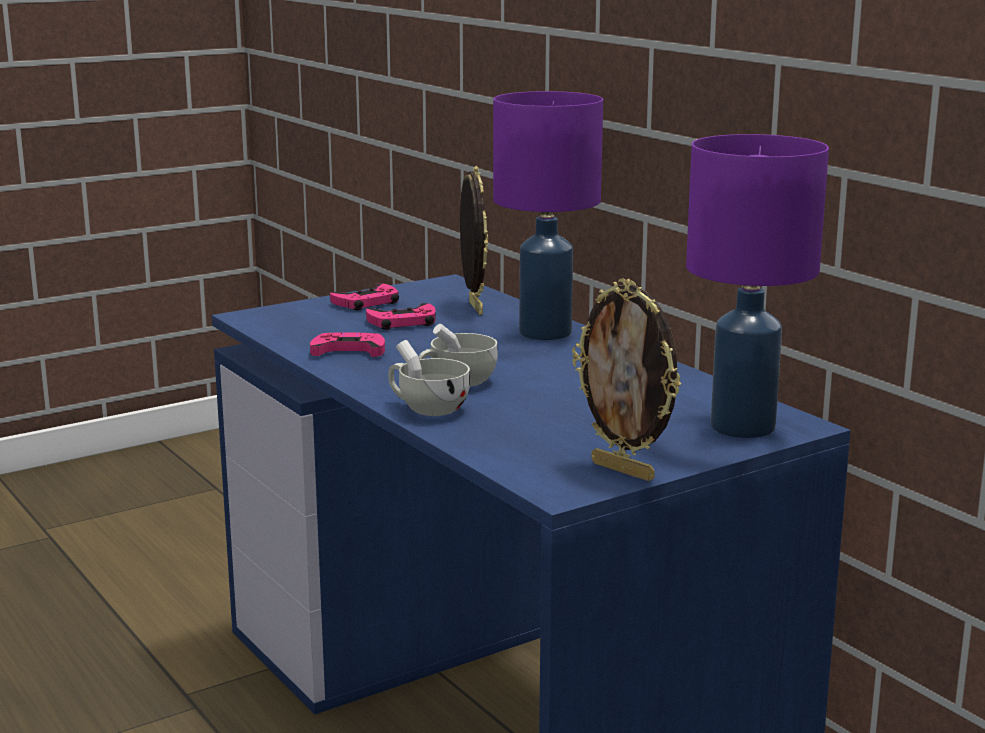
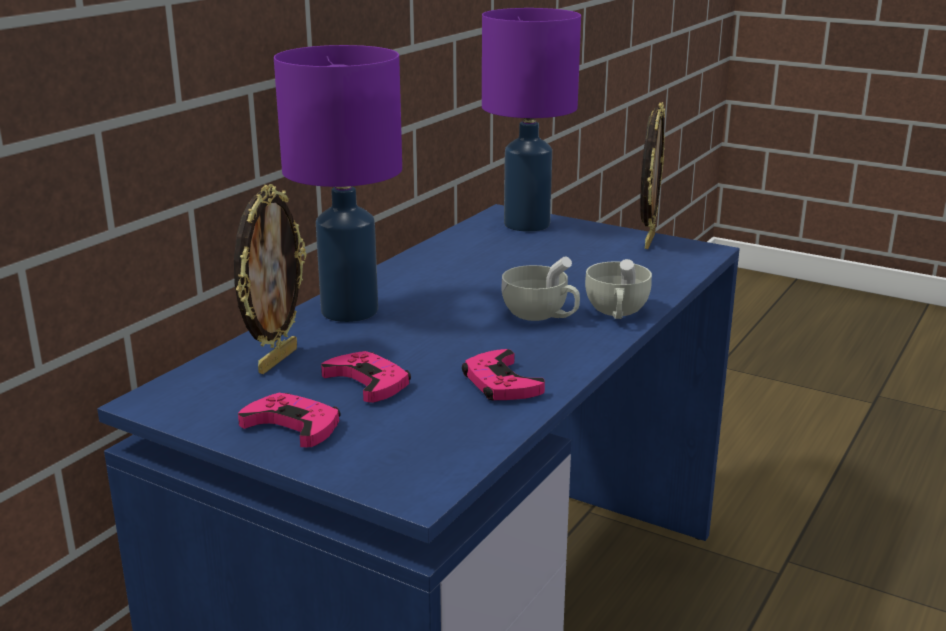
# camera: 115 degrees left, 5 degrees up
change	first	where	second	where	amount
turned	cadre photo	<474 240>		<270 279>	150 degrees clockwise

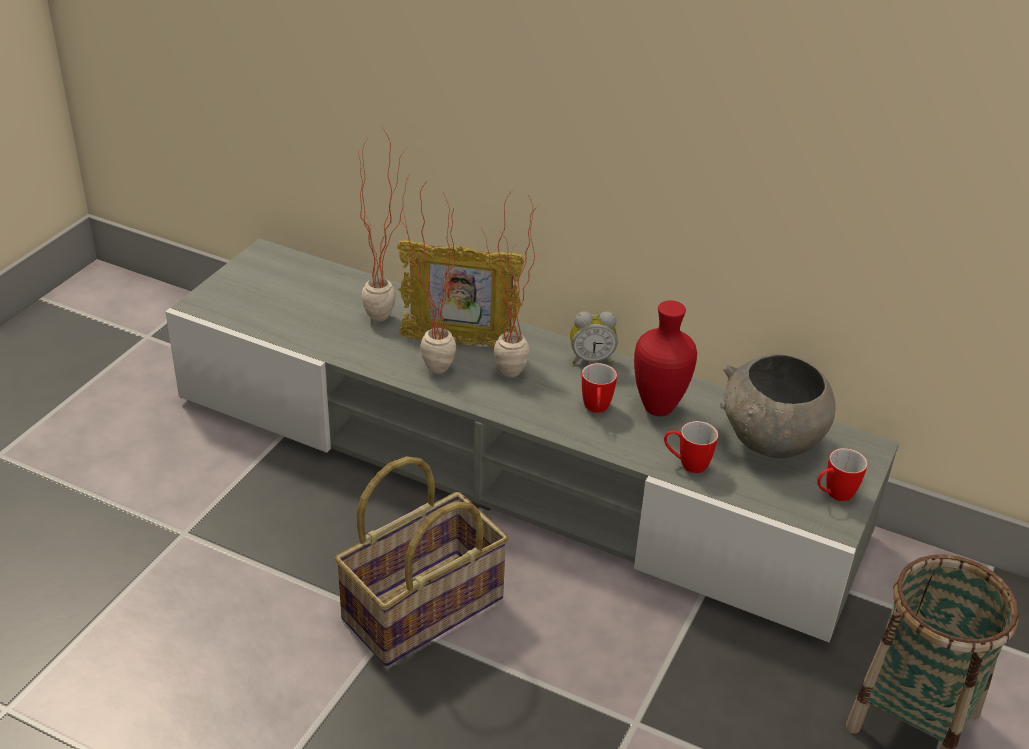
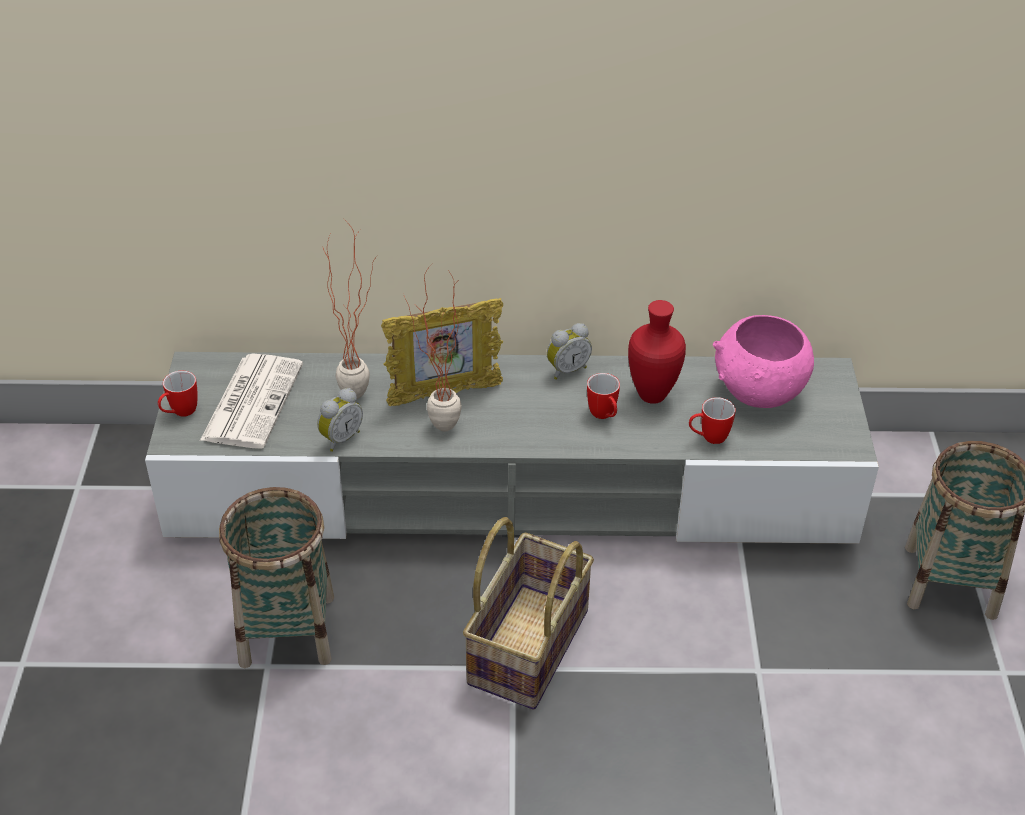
# camera: 25 degrees left, 5 degrees up
change	first	where	second	where	amount
removed	plante en pot	<509 283>			
recoloured	bol/gris	<778 406>	bol/rose	<763 361>	
moved	mug	<842 474>		<178 394>	
added			journal	<251 401>	
added			panier	<276 577>	
added			réveil	<340 420>	

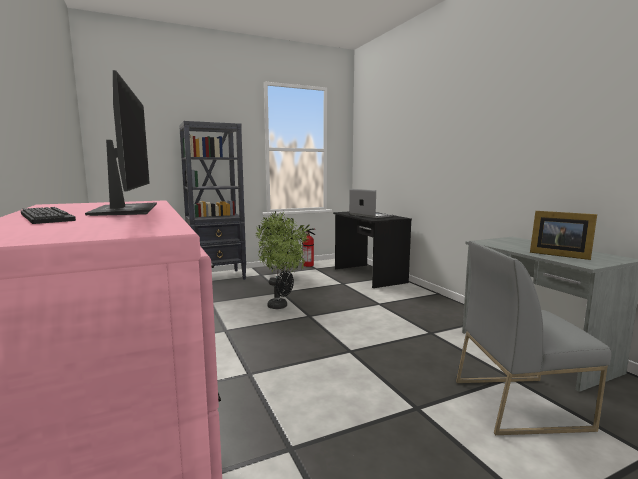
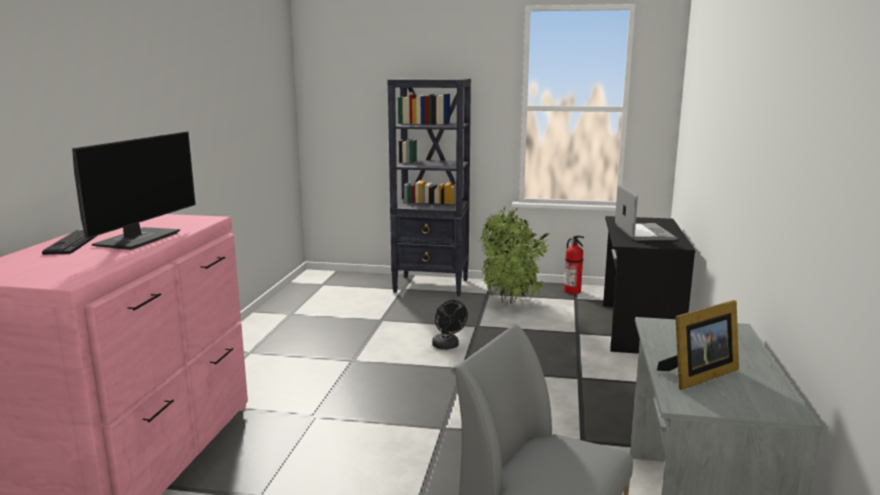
# camera: 35 degrees right, 5 degrees up
change	first	where	second	where	amount
turned	cadre photo	<563 235>		<698 345>	105 degrees counterclockwise

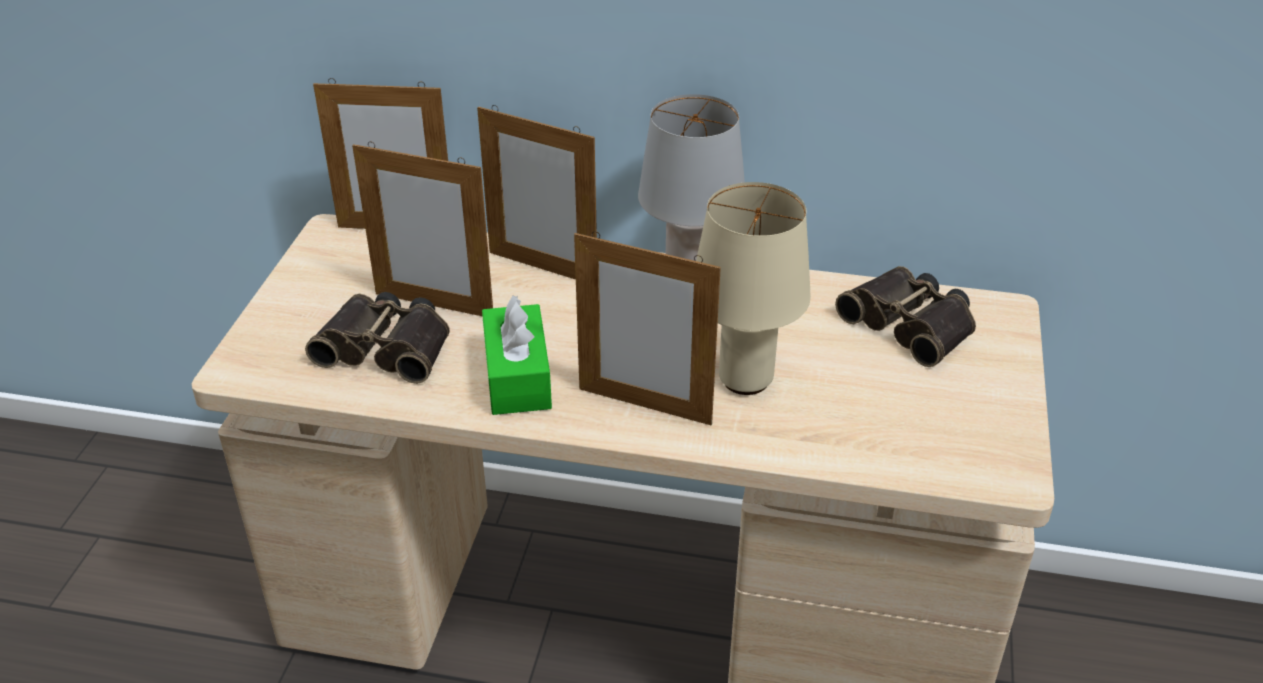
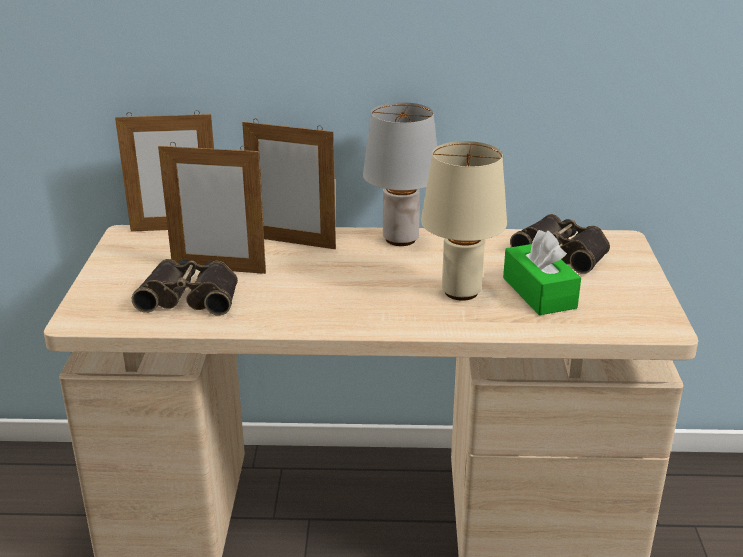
# camera: 10 degrees left, 10 degrees down
change	first	where	second	where	amount
moved	boîte à mouchoirs/vert	<517 355>		<542 272>	
removed	cadre photo	<647 328>			

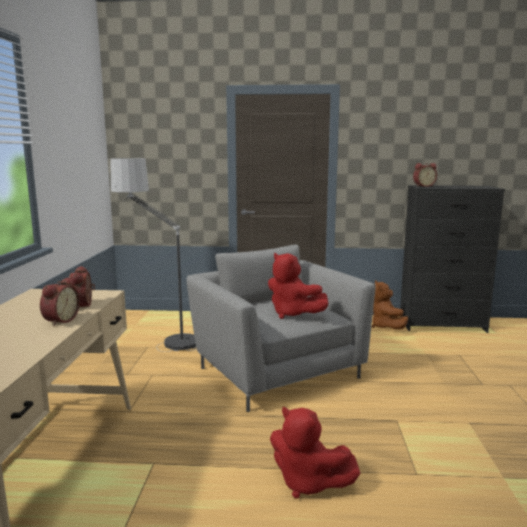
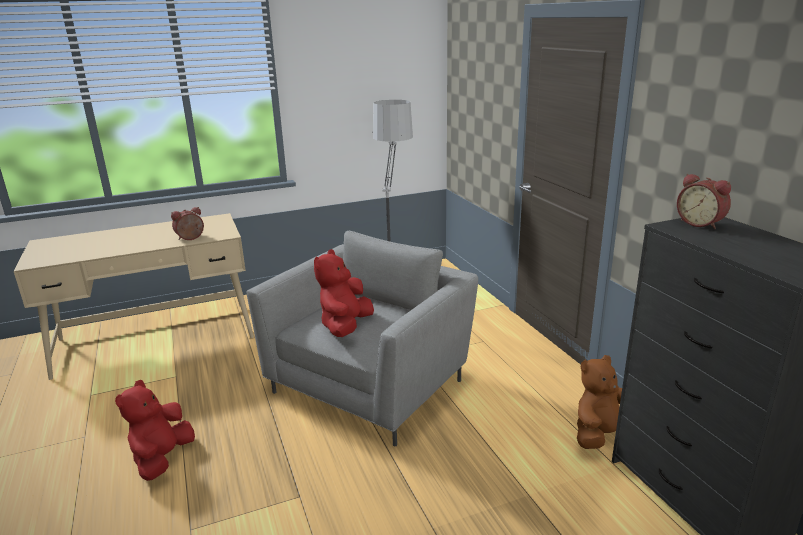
# camera: 65 degrees right, 10 degrees up
change	first	where	second	where	amount
removed	réveil	<60 301>			

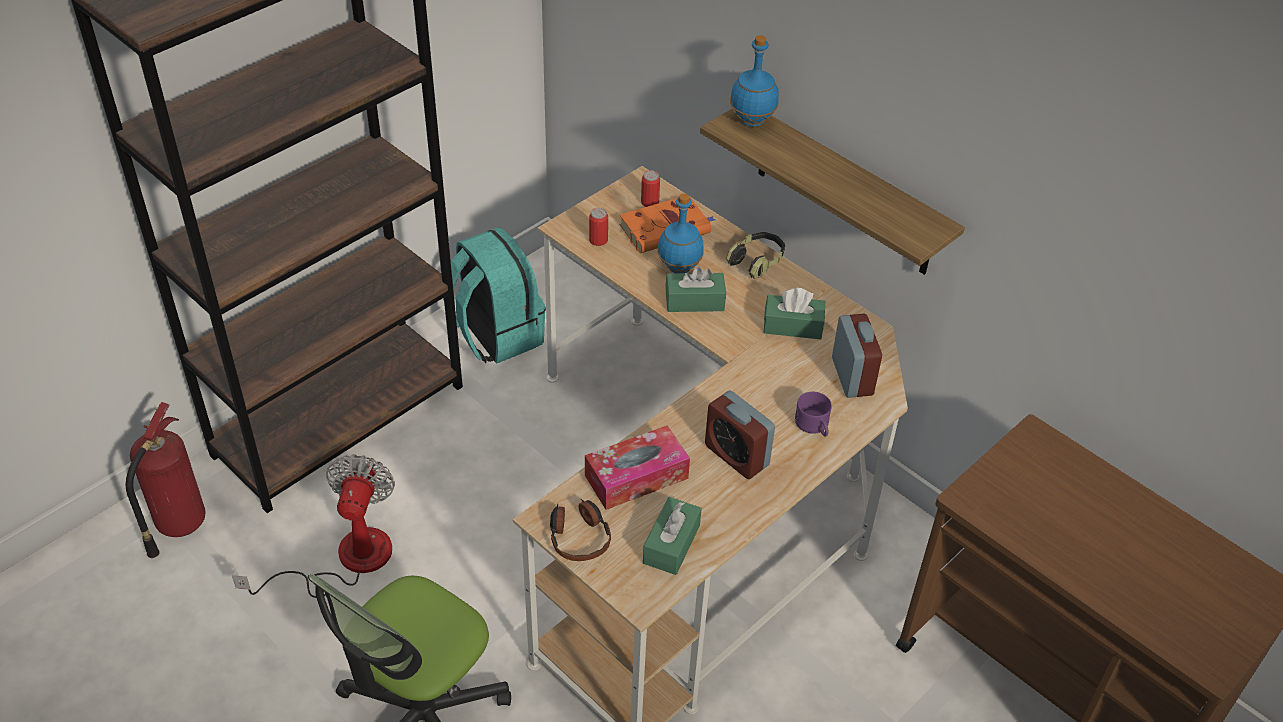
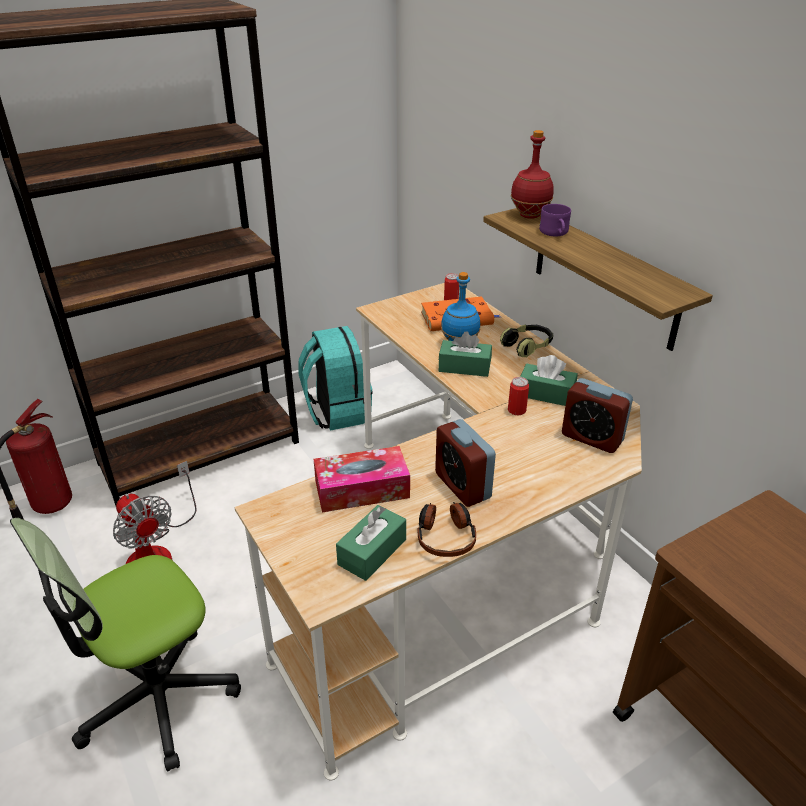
# camera: 15 degrees right, 10 degrees down
change	first	where	second	where	amount
turned	ventilateur	<313 526>		<154 512>	120 degrees clockwise
moved	casque audio	<580 530>		<447 529>	
moved	boîte métallique	<598 227>		<518 396>	
recoloured	bouteille/bleu	<754 81>	bouteille/rouge	<532 174>	
moved	mug/violet	<813 414>		<555 220>	
turned	réveil	<857 355>		<597 415>	120 degrees clockwise

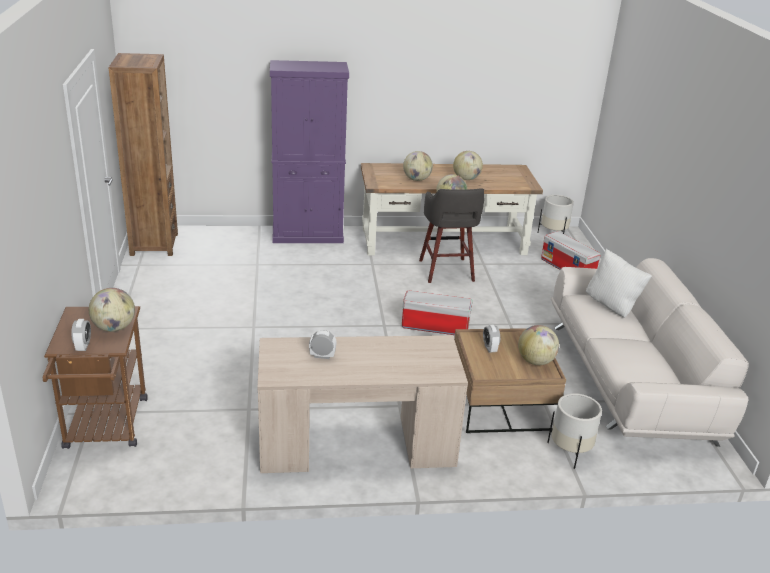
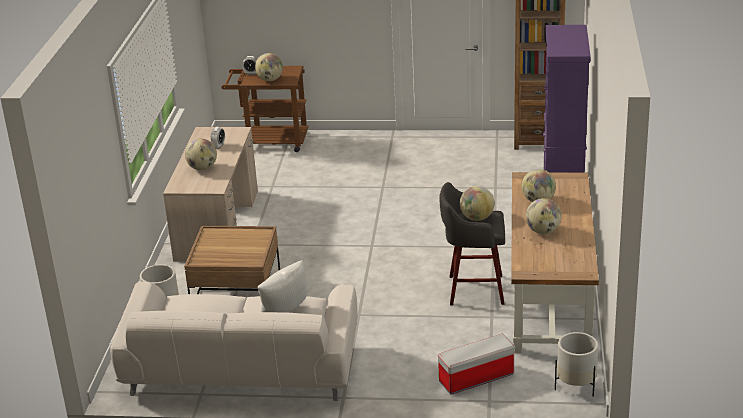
# camera: 105 degrees right, 0 degrees up
change	first	where	second	where	amount
removed	boîte de rangement	<437 312>			
removed	réveil	<491 339>			
moved	globe	<538 345>		<201 154>	

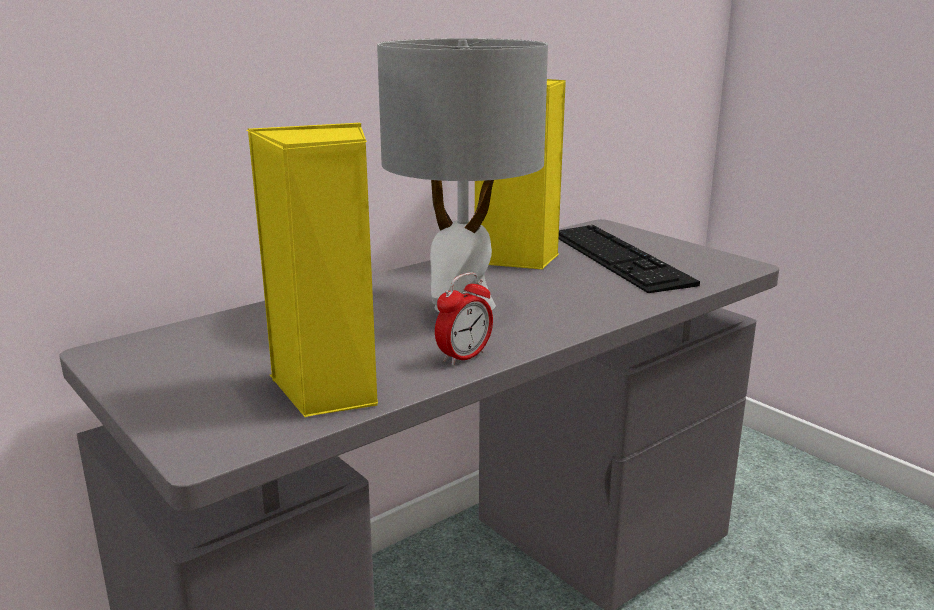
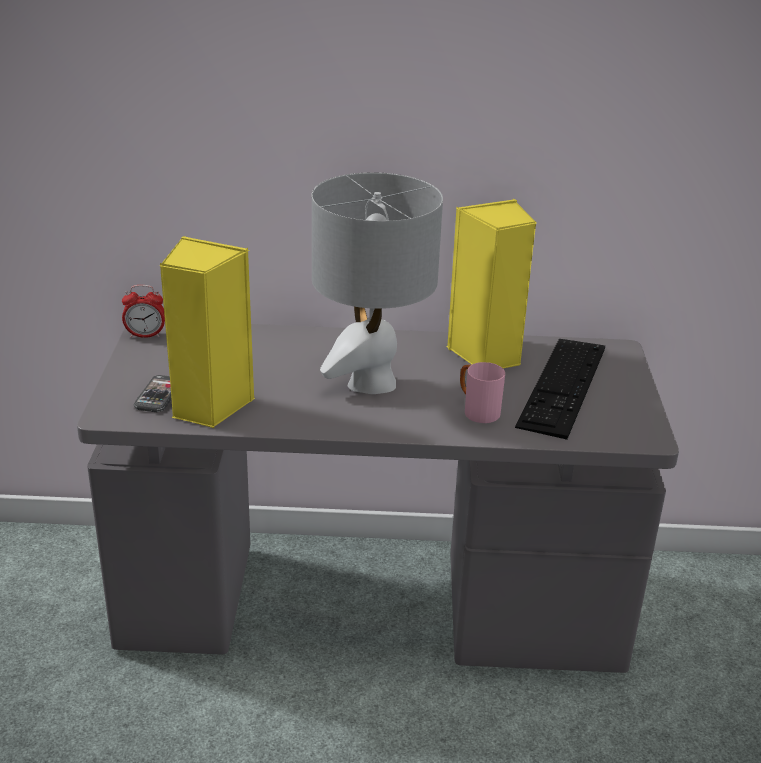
# camera: 40 degrees right, 10 degrees up
change	first	where	second	where	amount
moved	réveil	<464 319>		<143 311>	
added			téléphone	<152 393>	
added			mug/rose	<482 392>	

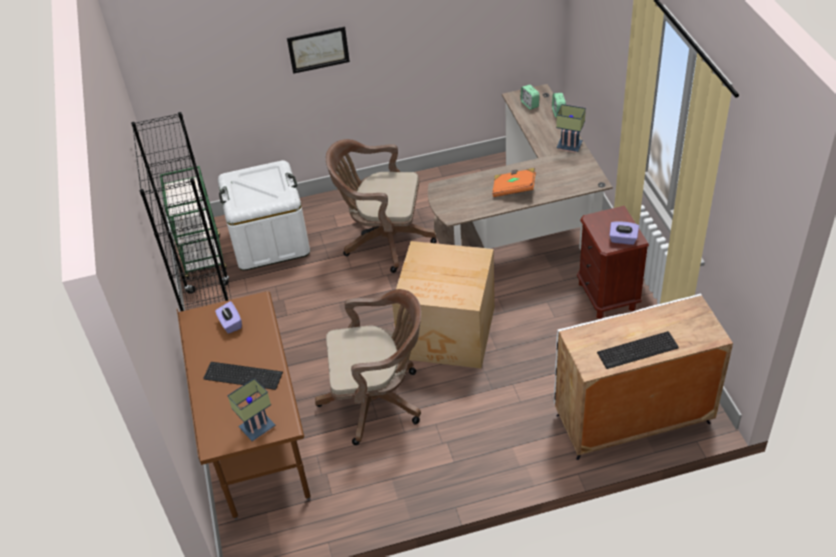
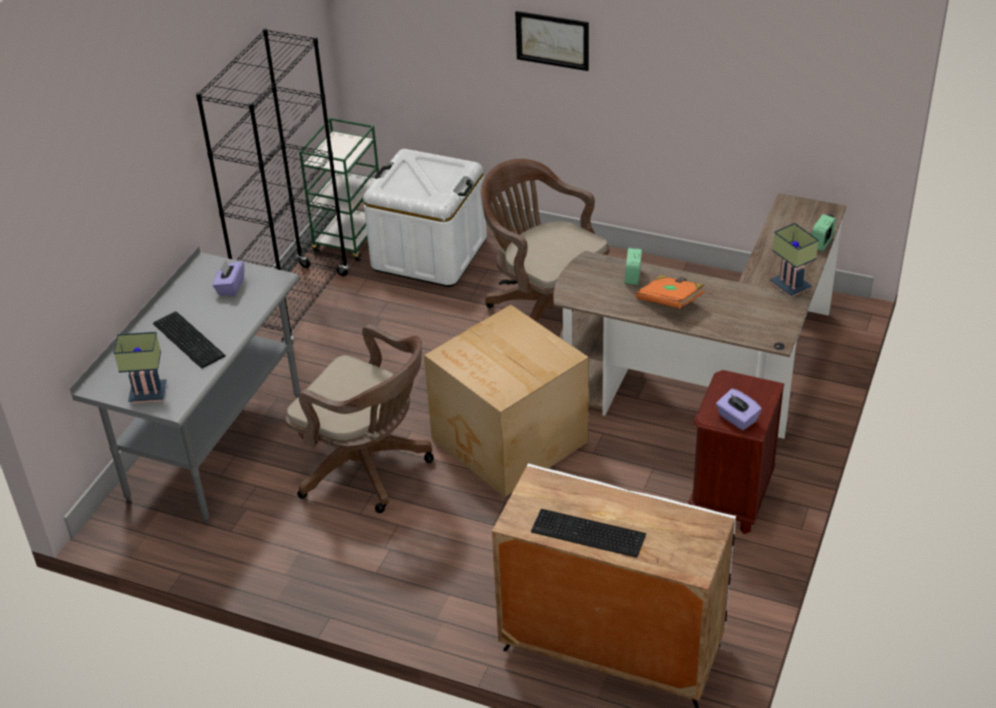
# camera: 35 degrees right, 5 degrees down
change	first	where	second	where	amount
recoloured	bureau/marron	<244 405>	bureau/gris	<185 384>	
moved	réveil	<530 97>		<633 266>	

